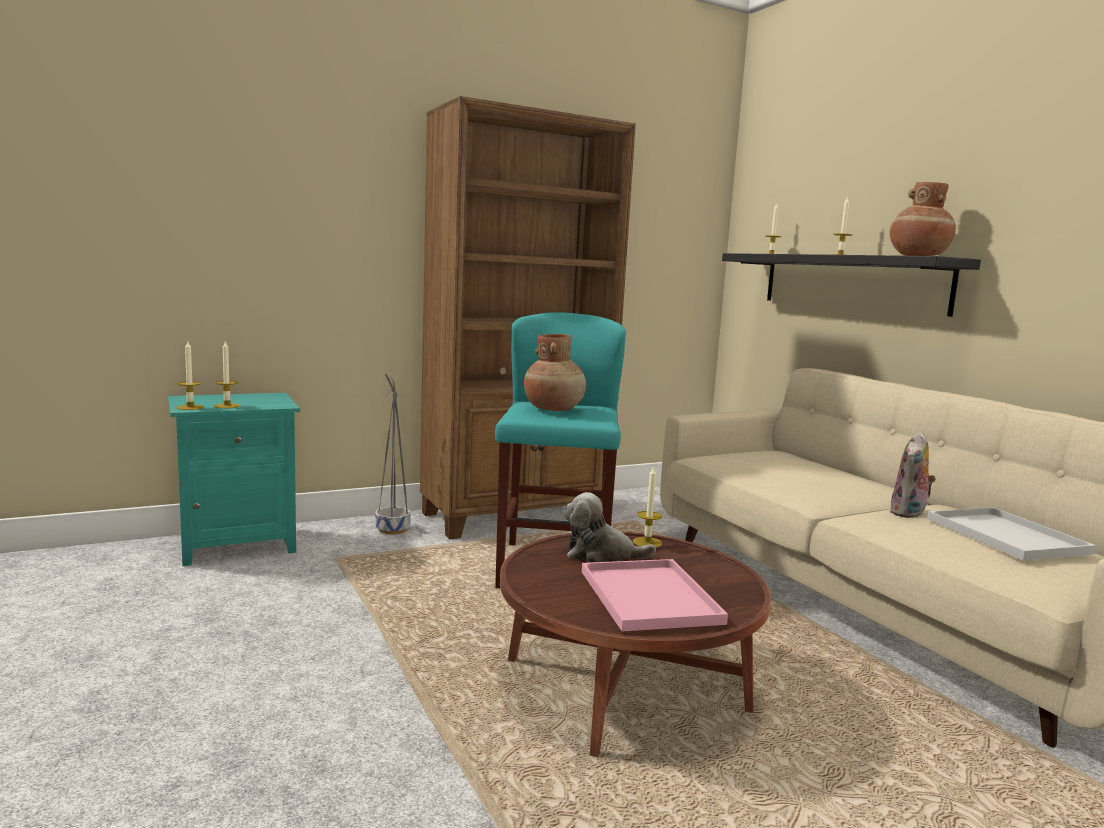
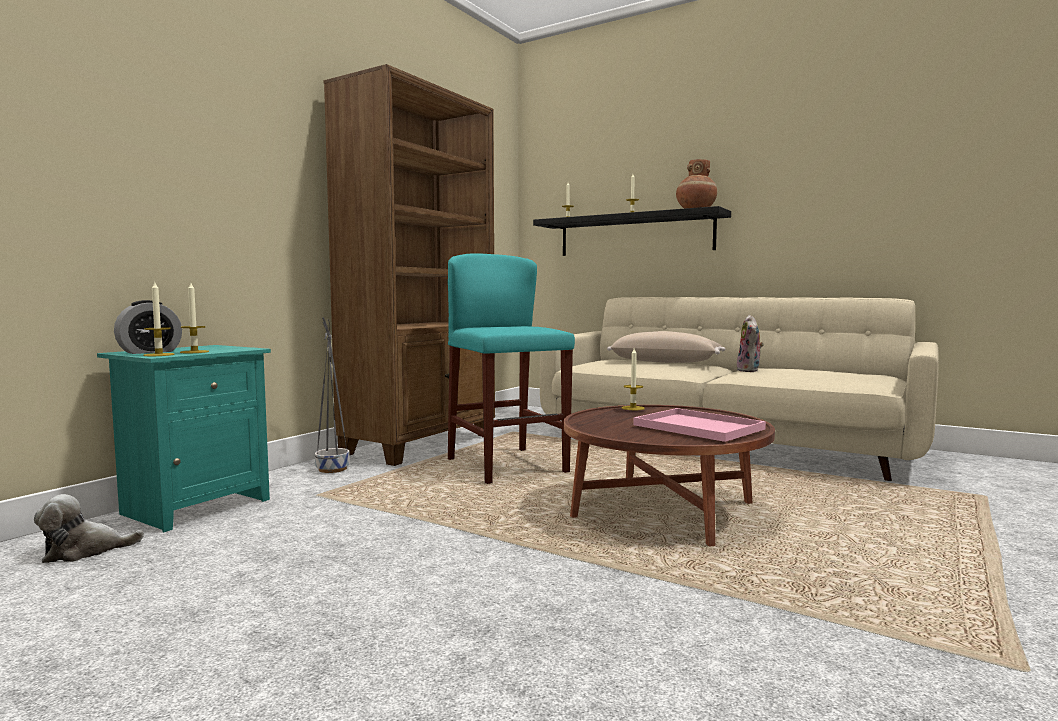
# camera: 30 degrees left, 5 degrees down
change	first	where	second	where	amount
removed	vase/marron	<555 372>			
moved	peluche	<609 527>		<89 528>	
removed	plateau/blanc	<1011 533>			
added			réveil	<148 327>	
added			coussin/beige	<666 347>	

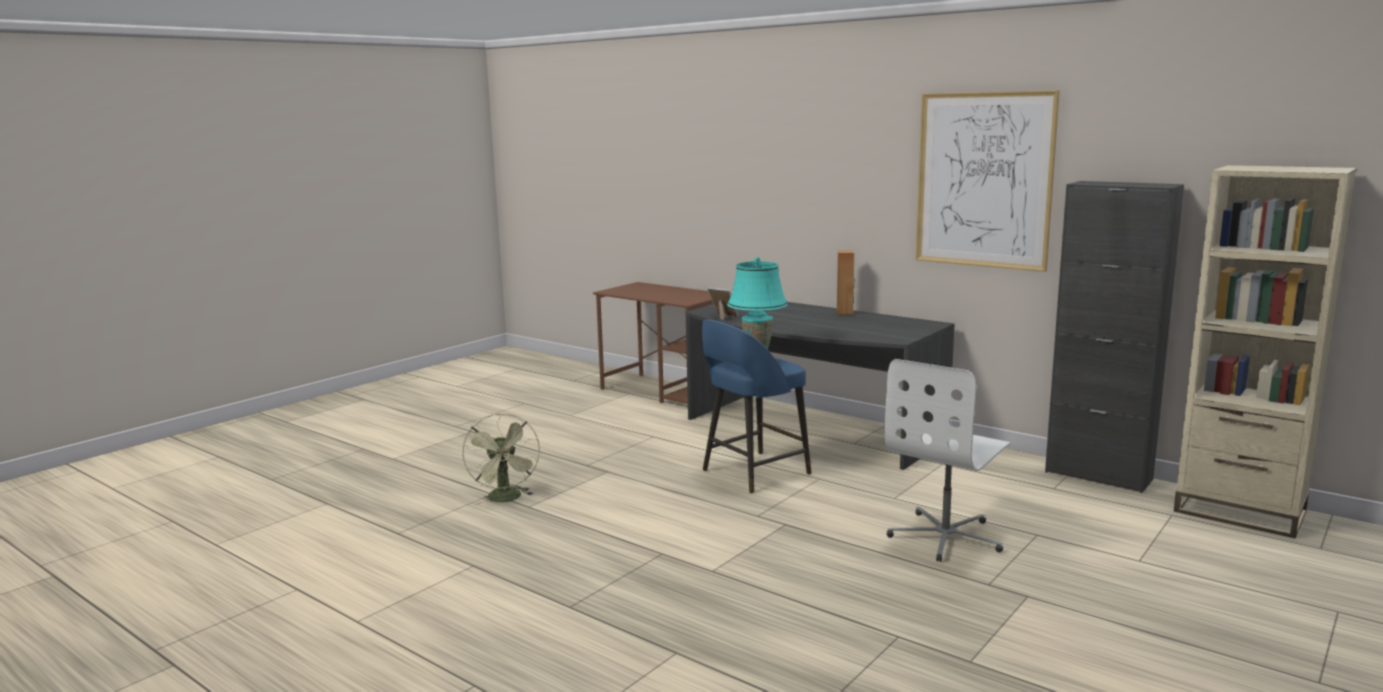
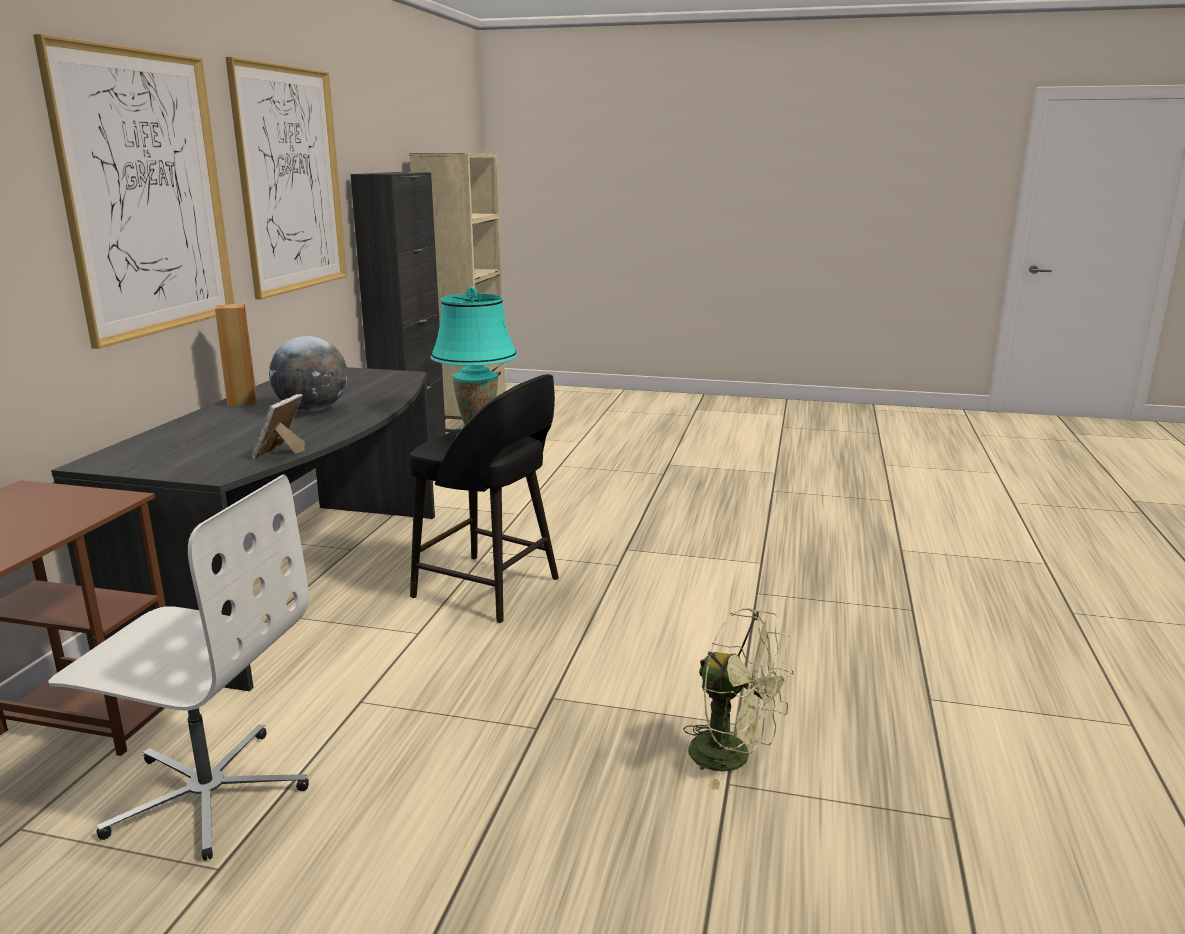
# camera: 115 degrees left, 5 degrees up
change	first	where	second	where	amount
turned	ventilateur/vert	<501 459>		<738 699>	75 degrees clockwise
recoloured	tabouret/bleu	<756 406>	tabouret/noir	<484 498>	
moved	chaise de bureau/blanc	<947 460>		<178 668>	
added			tableau	<133 191>	
added			globe	<308 374>	

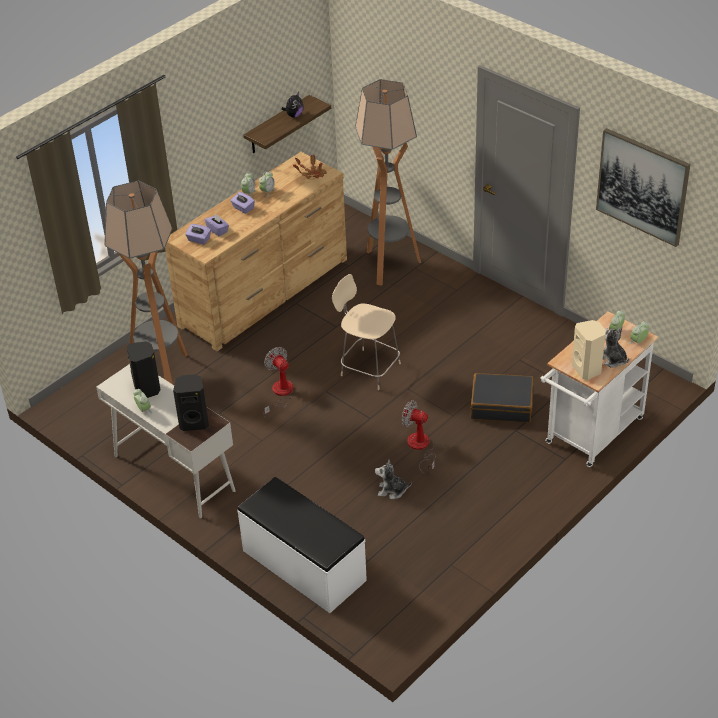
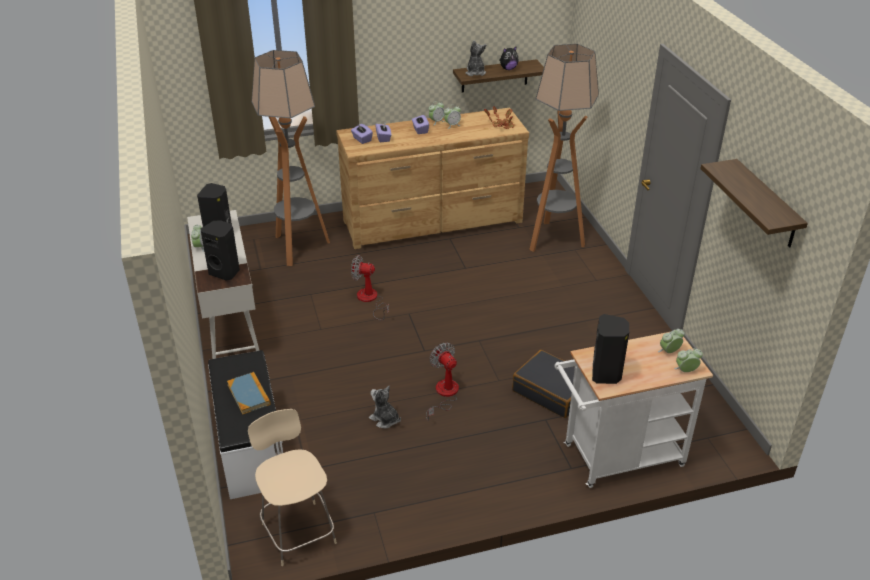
# camera: 30 degrees right, 5 degrees down
change	first	where	second	where	amount
turned	ventilateur	<279 382>		<370 288>	75 degrees counterclockwise
moved	chaise/beige	<366 332>		<292 487>	
recoloured	enceinte/beige	<589 350>	enceinte/noir	<610 349>	
replaced	tableau	<643 187>	étagère	<754 203>	
moved	peluche	<616 347>		<475 58>	
added			livre	<249 393>	

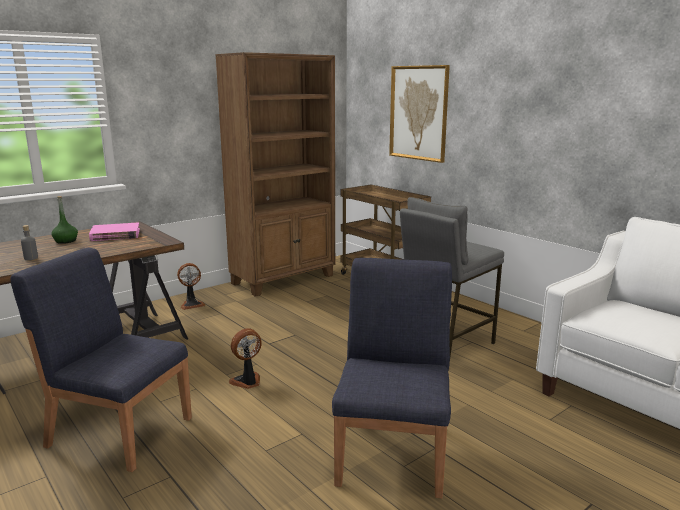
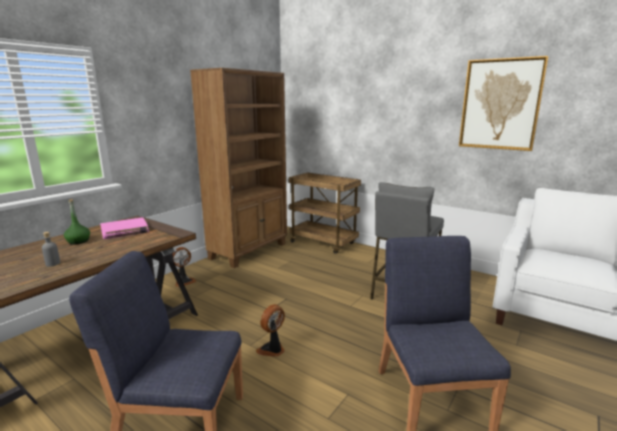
# camera: 15 degrees left, 0 degrees up
change	first	where	second	where	amount
moved	tableau	<419 114>		<504 103>	

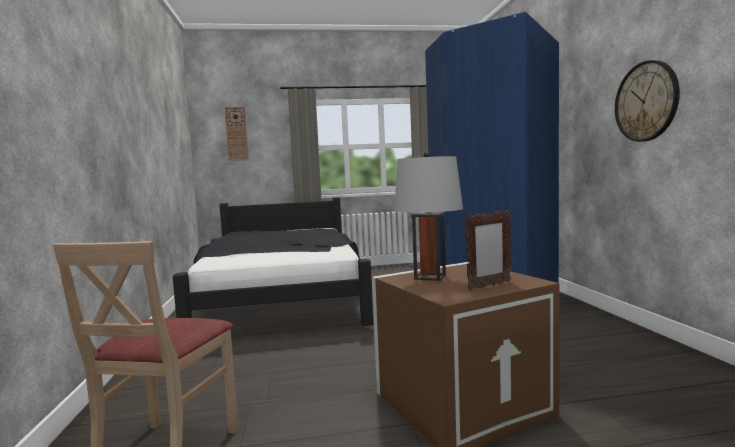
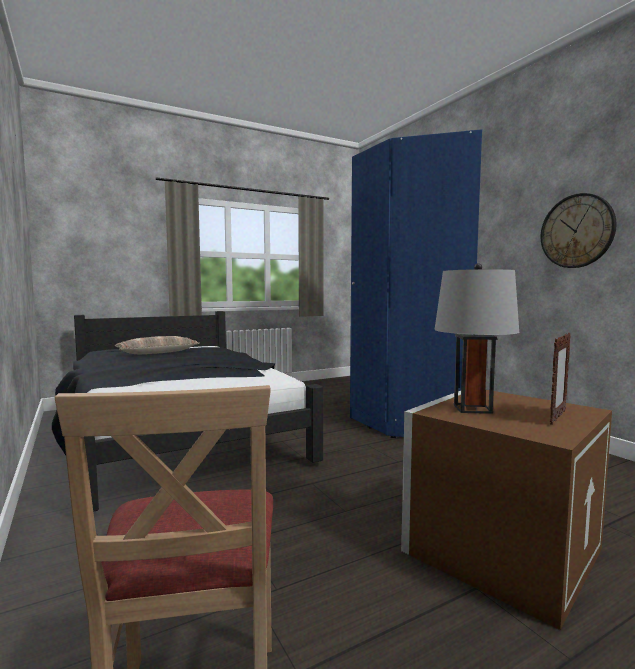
# camera: 20 degrees left, 0 degrees up
change	first	where	second	where	amount
removed	horloge murale	<236 133>			
added			coussin	<157 345>	

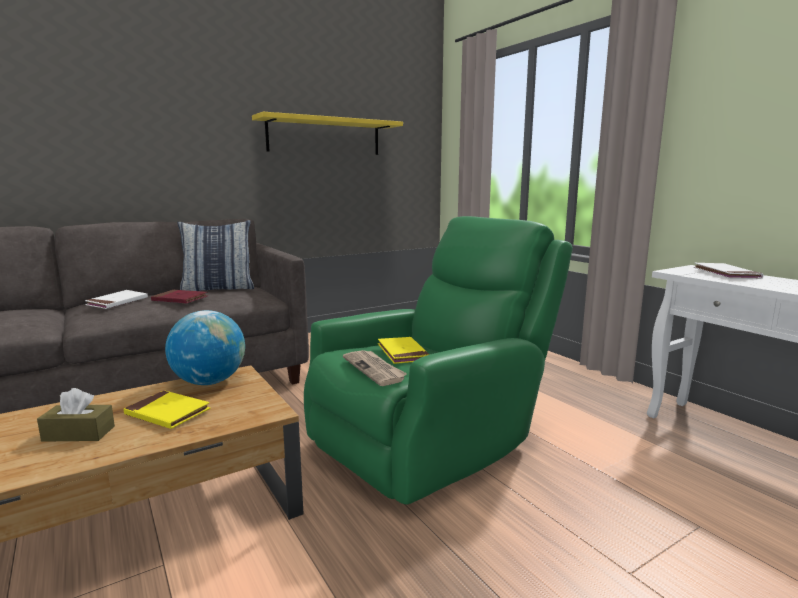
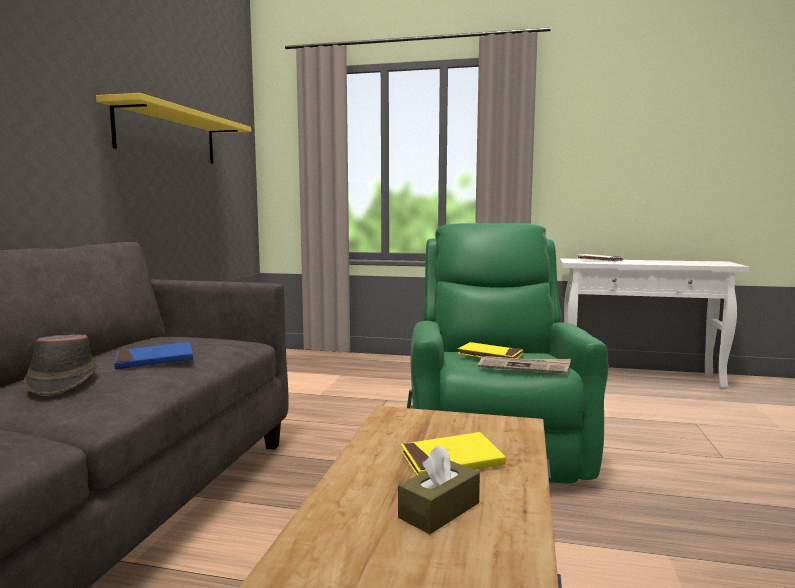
# camera: 45 degrees left, 5 degrees down
change	first	where	second	where	amount
replaced	livre/blanc	<116 299>	chapeau/marron	<60 365>	
recoloured	livre/rouge	<179 297>	livre/bleu	<153 355>	
removed	globe	<205 347>			
removed	coussin	<215 255>			

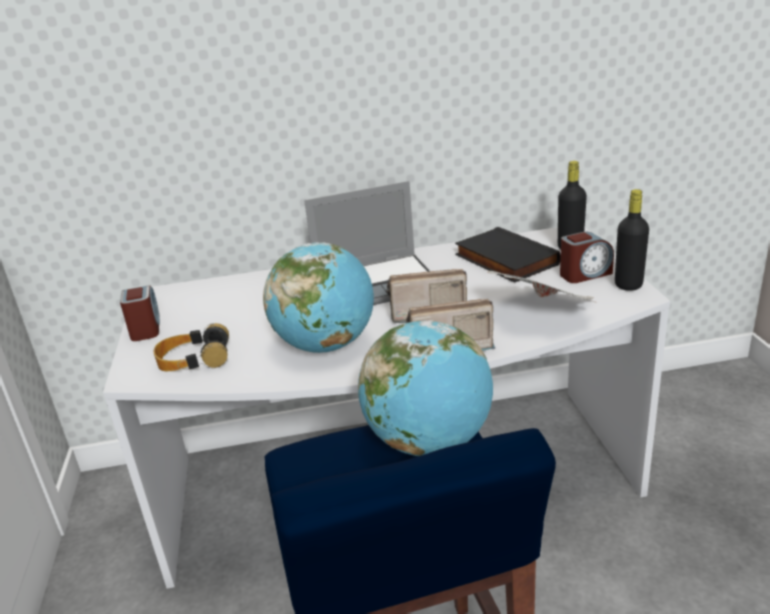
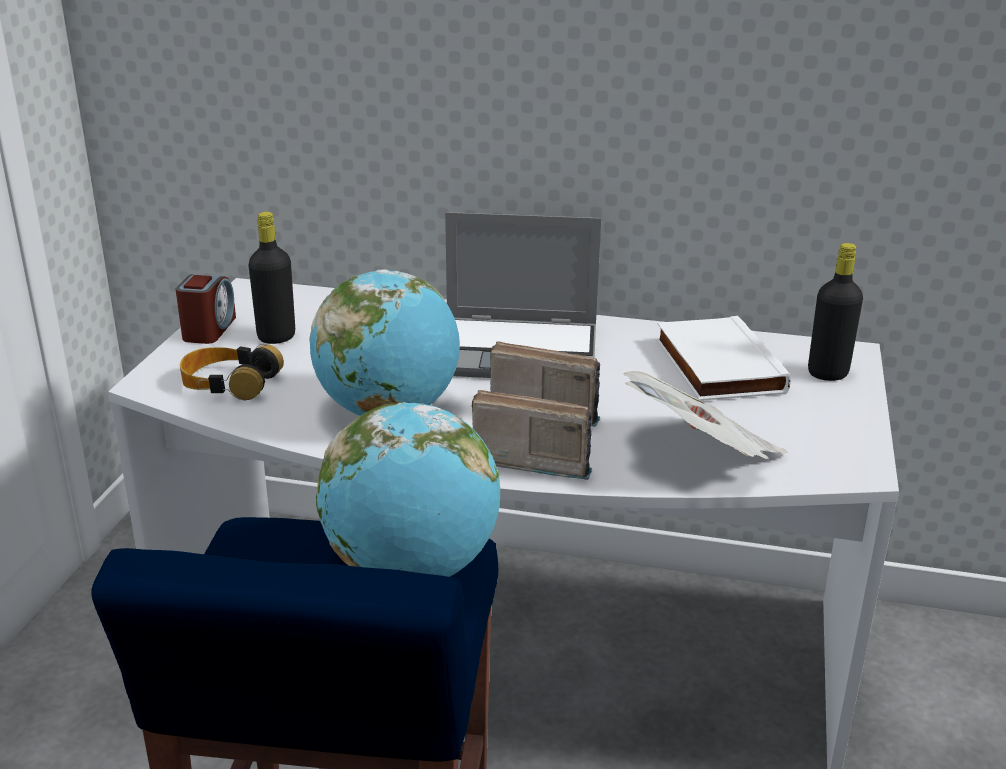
# camera: 20 degrees right, 0 degrees up
change	first	where	second	where	amount
recoloured	livre/noir	<508 255>	livre/blanc	<723 358>	
removed	réveil	<587 257>			
moved	bouteille/noir	<632 240>		<271 278>	

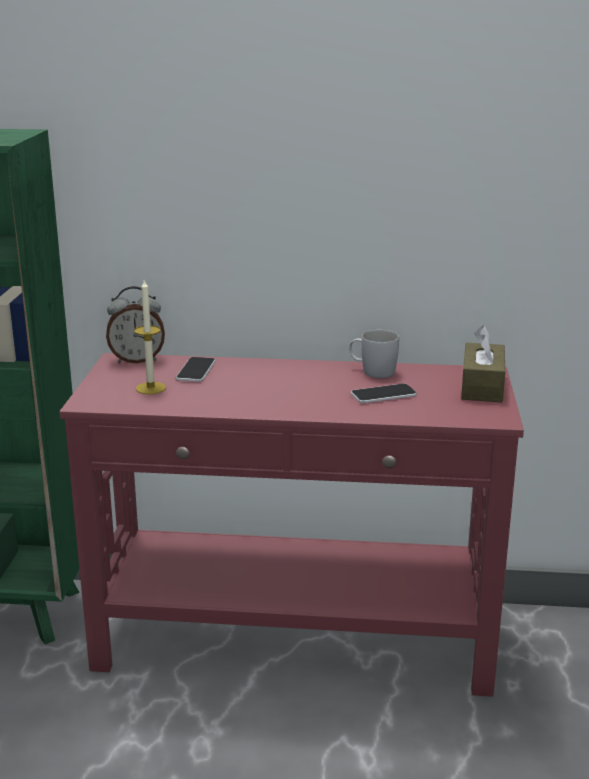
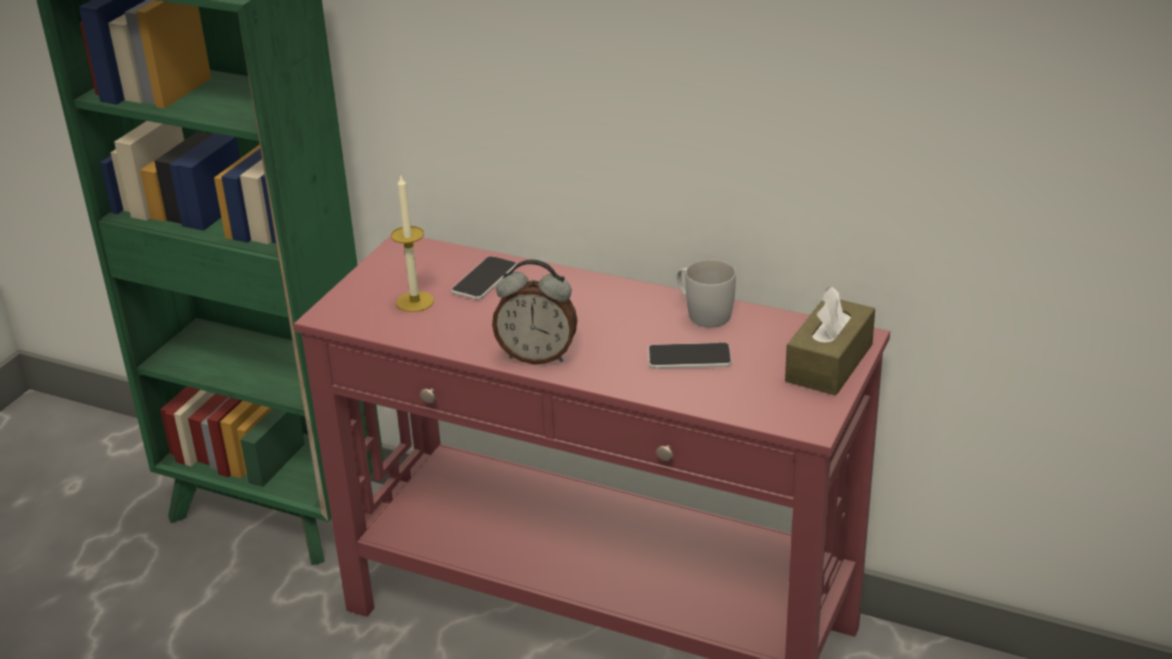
# camera: 20 degrees right, 10 degrees up
change	first	where	second	where	amount
moved	réveil	<135 324>		<535 311>	

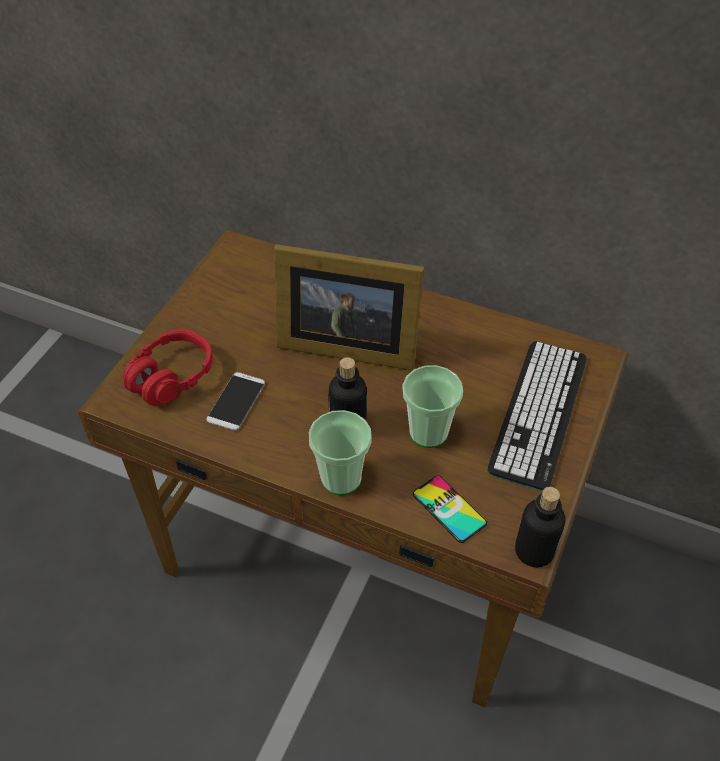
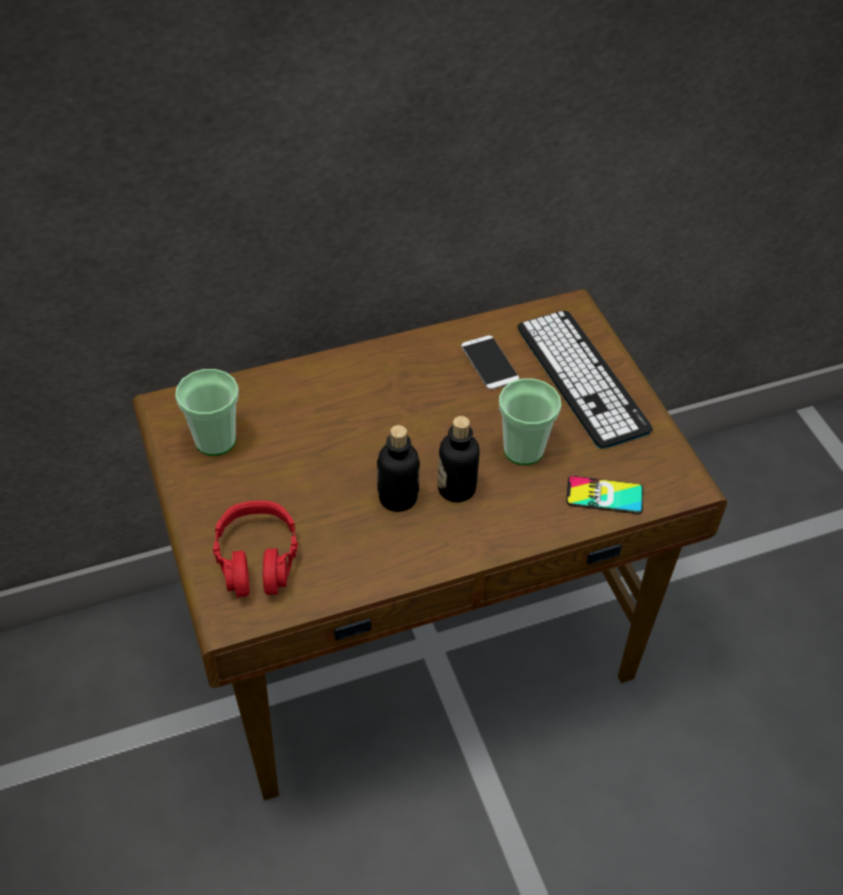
# camera: 45 degrees left, 0 degrees up
change	first	where	second	where	amount
moved	téléphone	<235 401>		<490 362>	
removed	cadre photo	<349 307>			
moved	tasse	<340 452>		<207 412>	
moved	bouteille	<540 527>		<398 468>	

